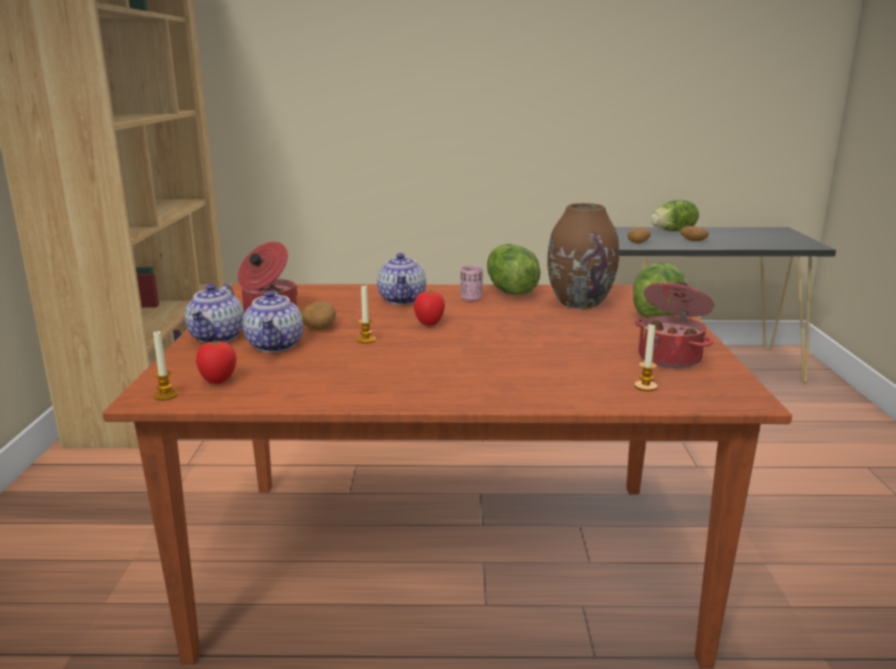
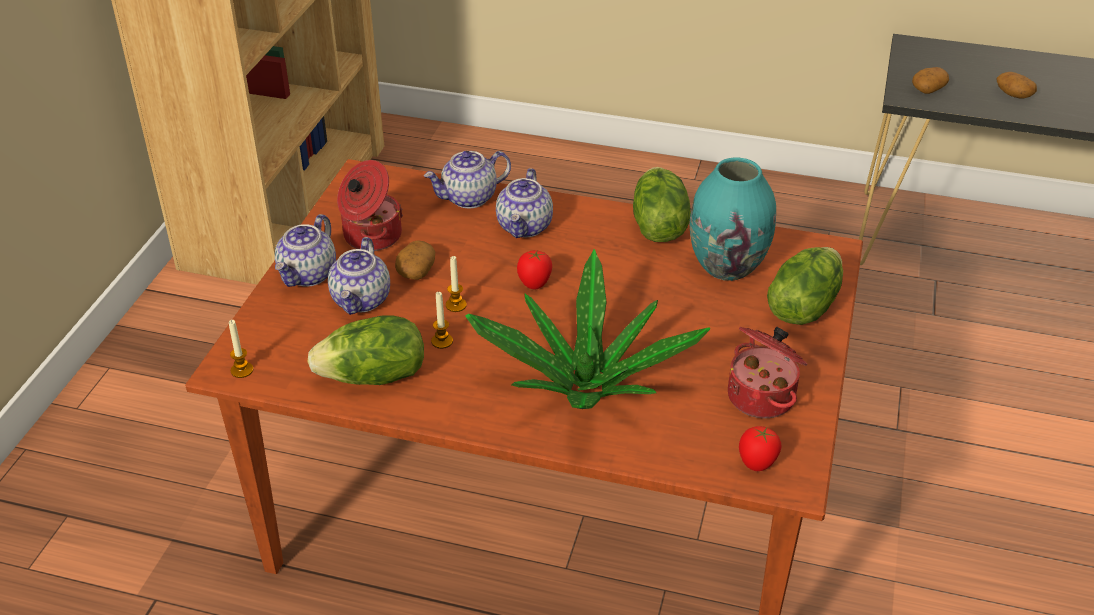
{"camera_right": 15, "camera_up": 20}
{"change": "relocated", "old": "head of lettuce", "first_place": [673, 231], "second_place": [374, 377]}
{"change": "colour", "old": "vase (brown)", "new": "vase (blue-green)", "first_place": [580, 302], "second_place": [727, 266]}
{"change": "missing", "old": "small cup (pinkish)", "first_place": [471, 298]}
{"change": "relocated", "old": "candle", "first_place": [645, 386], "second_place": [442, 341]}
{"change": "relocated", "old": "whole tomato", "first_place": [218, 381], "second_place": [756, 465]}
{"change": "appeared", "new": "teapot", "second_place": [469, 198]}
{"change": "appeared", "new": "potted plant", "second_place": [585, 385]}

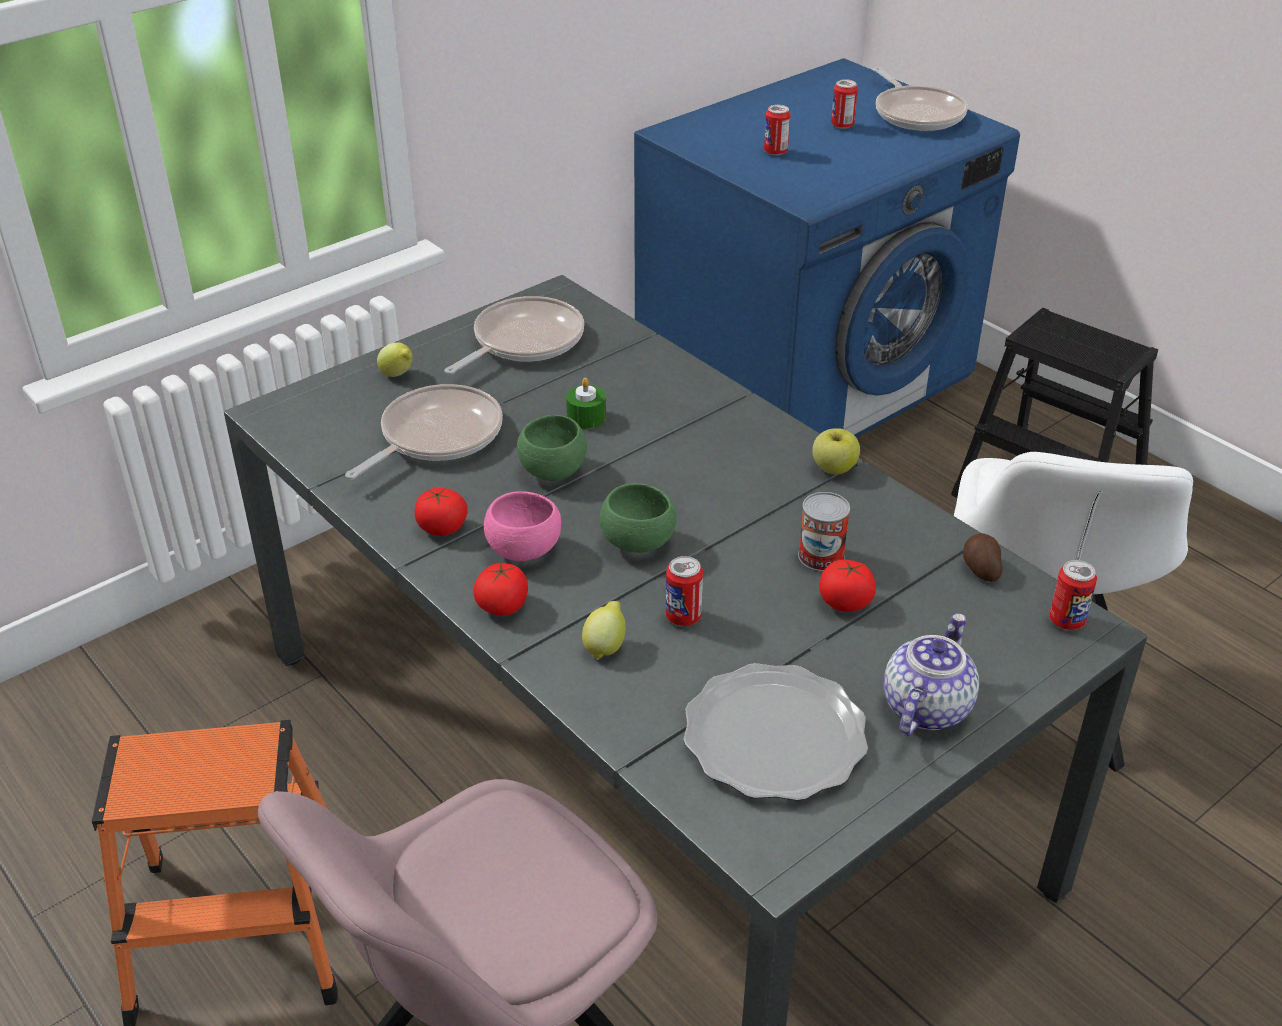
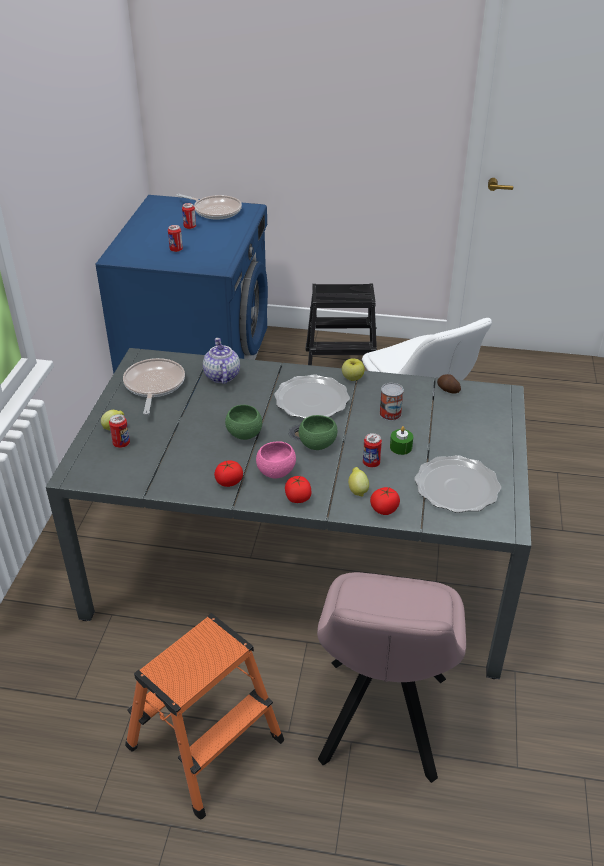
{"camera_right": -40, "camera_up": 0}
{"change": "relocated", "old": "candle (green)", "first_place": [586, 417], "second_place": [401, 447]}
{"change": "missing", "old": "pan", "first_place": [436, 436]}
{"change": "relocated", "old": "whole tomato", "first_place": [845, 602], "second_place": [384, 509]}
{"change": "relocated", "old": "can", "first_place": [1066, 621], "second_place": [121, 444]}
{"change": "relocated", "old": "teapot", "first_place": [925, 706], "second_place": [221, 376]}
{"change": "appeared", "new": "flat dish", "second_place": [312, 400]}

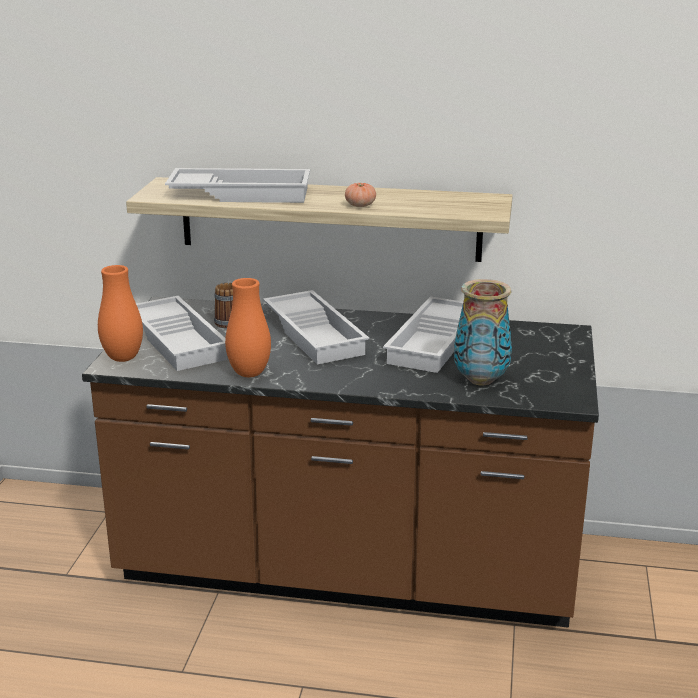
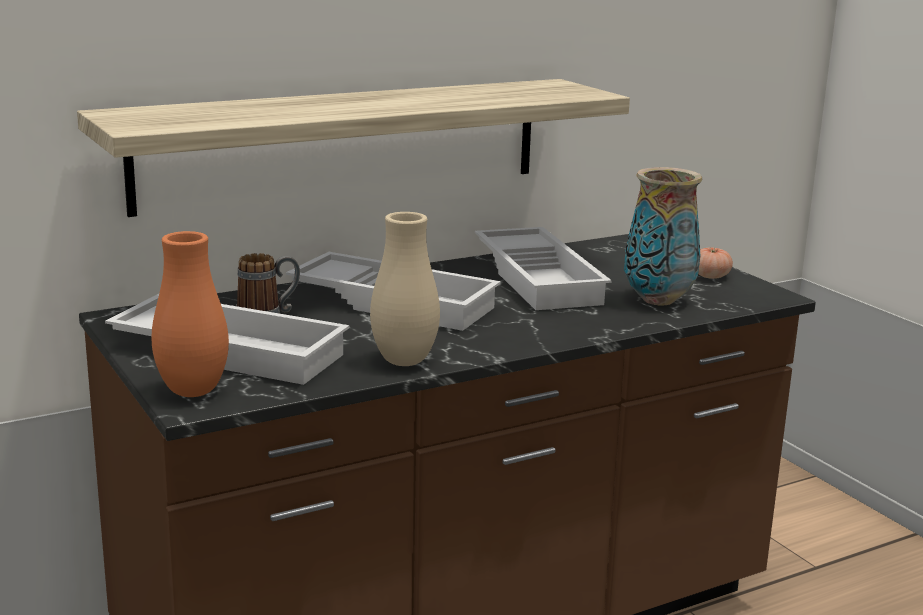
{"camera_right": -40, "camera_up": -5}
{"change": "missing", "old": "carrying tray (whitish)", "first_place": [241, 194]}
{"change": "relocated", "old": "whole tomato", "first_place": [360, 205], "second_place": [710, 276]}
{"change": "colour", "old": "vase (orange-coloured)", "new": "vase (beige)", "first_place": [249, 373], "second_place": [404, 361]}

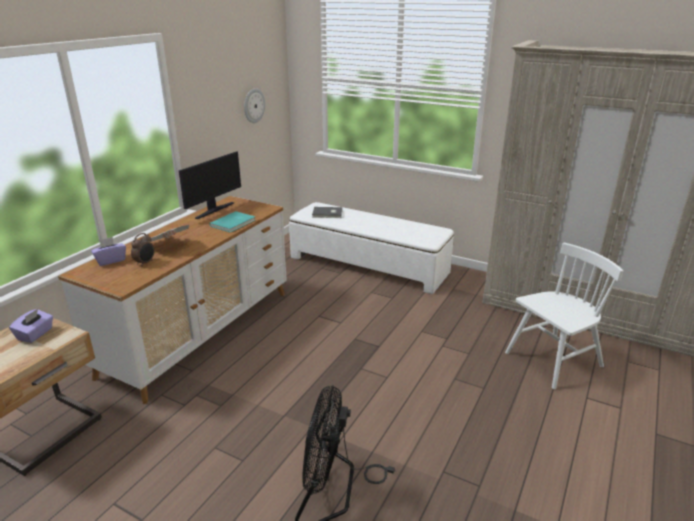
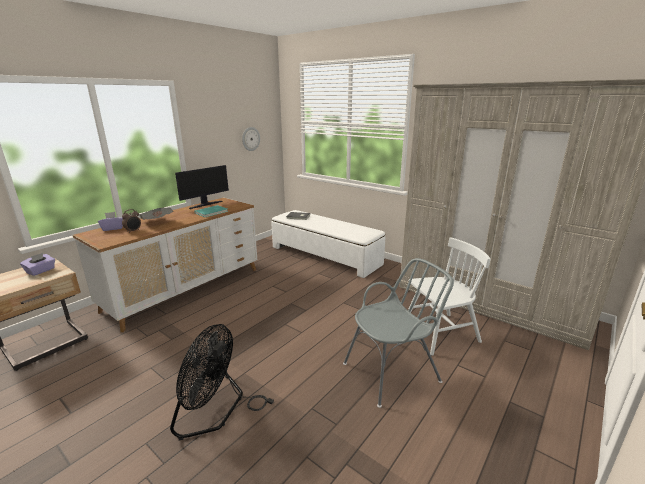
{"camera_right": 10, "camera_up": -5}
{"change": "appeared", "new": "plain chair (greyish)", "second_place": [394, 370]}

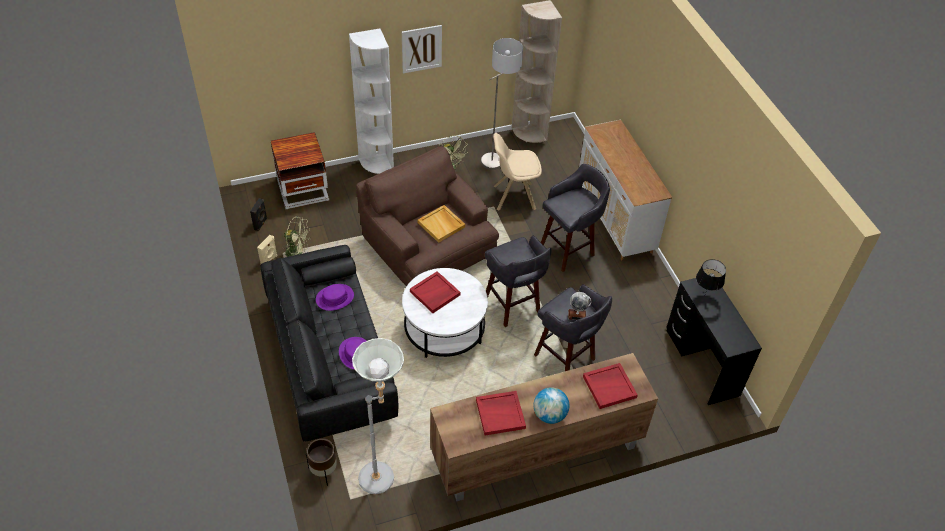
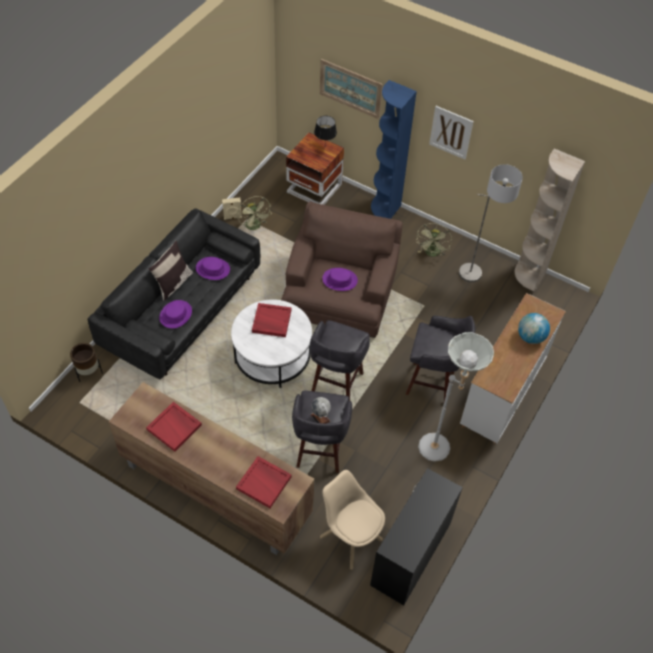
{"camera_right": 50, "camera_up": 5}
{"change": "colour", "old": "bookshelf (whitish)", "new": "bookshelf (blue-coloured)", "first_place": [377, 167], "second_place": [383, 211]}
{"change": "relocated", "old": "plain chair (beige)", "first_place": [514, 197], "second_place": [350, 538]}
{"change": "missing", "old": "audio speaker (black-coloured)", "first_place": [261, 224]}
{"change": "exchanged", "old": "carrying tray (beige)", "new": "clothing hat (purple)", "first_place": [441, 225], "second_place": [339, 280]}
{"change": "relocated", "old": "tabletop lamp (black-coloured)", "first_place": [704, 295], "second_place": [324, 147]}
{"change": "relocated", "old": "standard lamp (greyish)", "first_place": [383, 475], "second_place": [440, 450]}
{"change": "relocated", "old": "globe", "first_place": [549, 415], "second_place": [530, 337]}
{"change": "appeared", "new": "wall art", "second_place": [350, 88]}
{"change": "appeared", "new": "pillow", "second_place": [173, 284]}

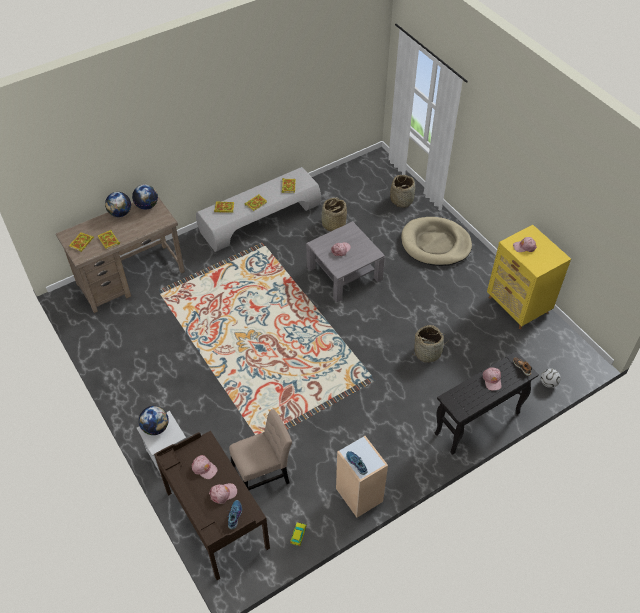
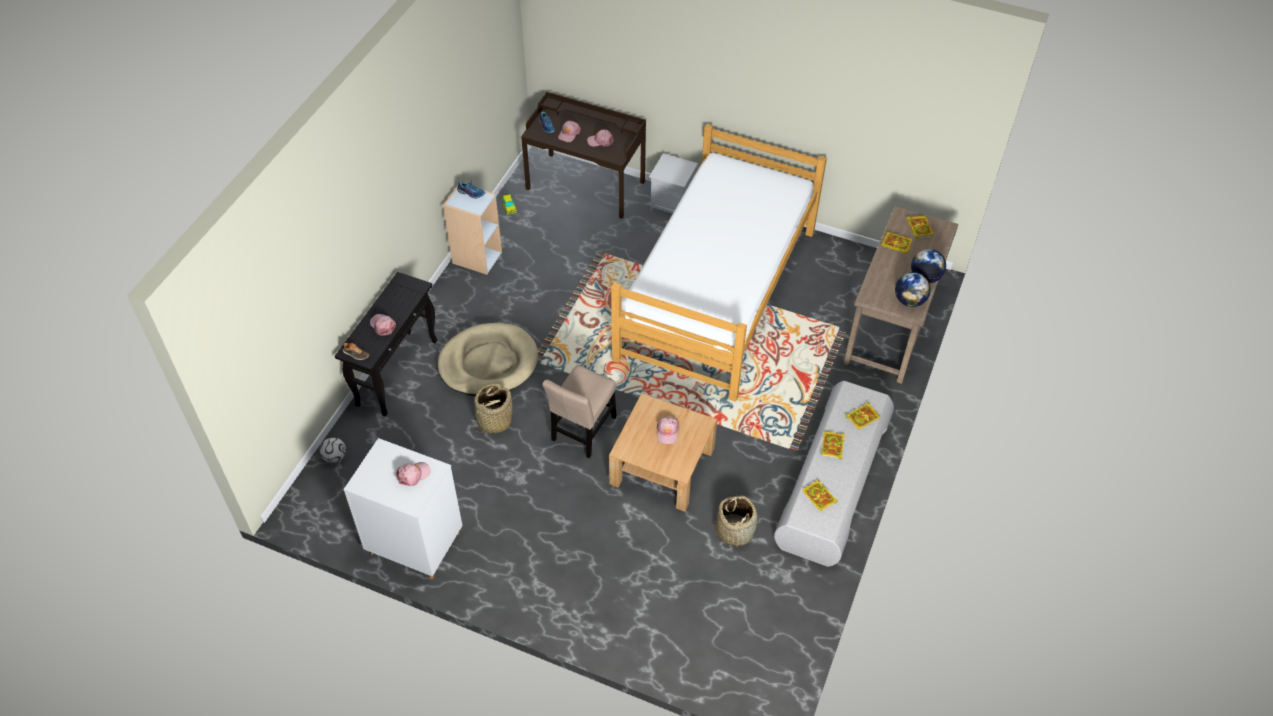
{"camera_right": 145, "camera_up": 0}
{"change": "missing", "old": "basket", "first_place": [402, 200]}
{"change": "relocated", "old": "dog bed (beige)", "first_place": [435, 244], "second_place": [488, 363]}
{"change": "colour", "old": "coffee table (greyish)", "new": "coffee table (brown)", "first_place": [344, 273], "second_place": [662, 466]}
{"change": "colour", "old": "dresser (yellowish)", "new": "dresser (whitish)", "first_place": [518, 305], "second_place": [414, 542]}
{"change": "missing", "old": "globe", "first_place": [156, 428]}
{"change": "relocated", "old": "plain chair (beige)", "first_place": [263, 476], "second_place": [582, 431]}
{"change": "appeared", "new": "bed", "second_place": [718, 293]}

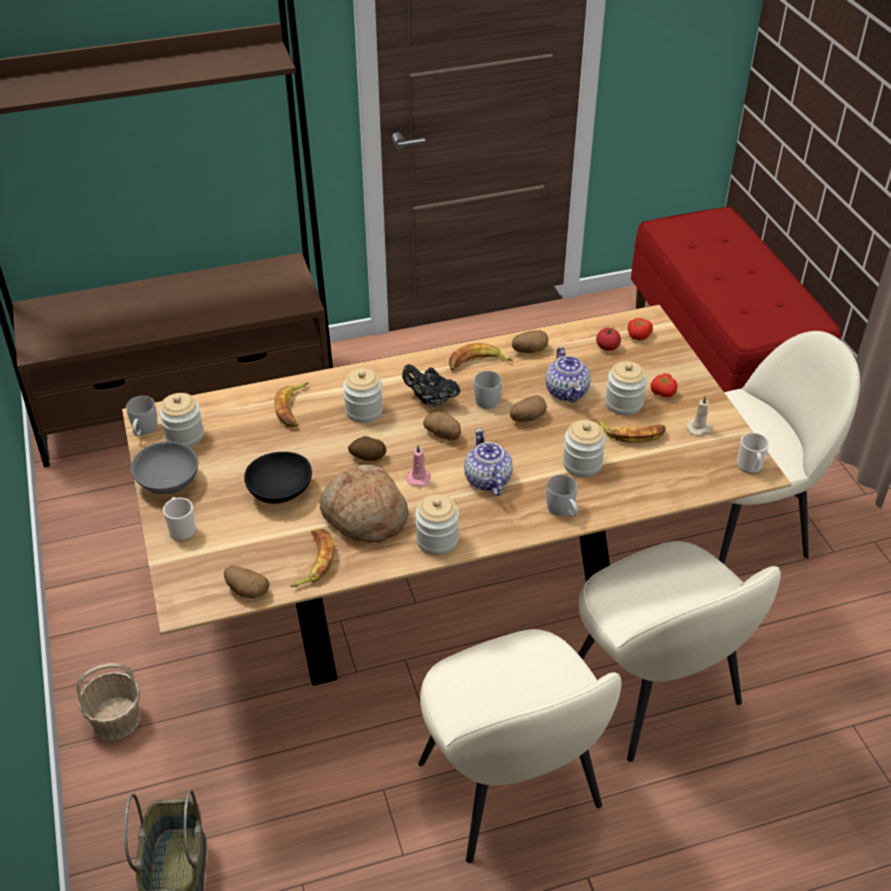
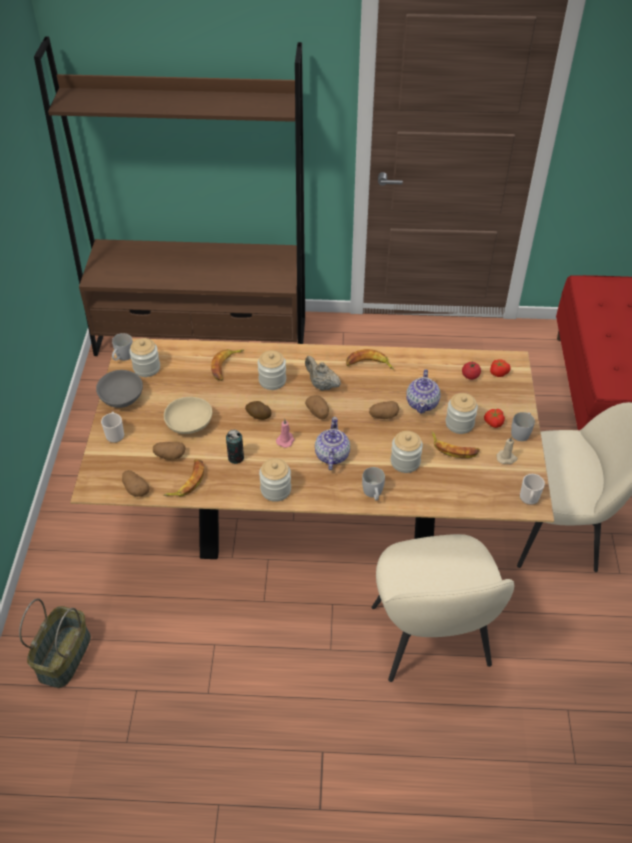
{"camera_right": 20, "camera_up": 5}
{"change": "relocated", "old": "potato", "first_place": [529, 350], "second_place": [170, 456]}
{"change": "colour", "old": "teapot (black-coloured)", "new": "teapot (beige)", "first_place": [430, 400], "second_place": [321, 385]}
{"change": "relocated", "old": "tea mug (whitish)", "first_place": [488, 398], "second_place": [521, 432]}
{"change": "colour", "old": "deep dish (black-coloured)", "new": "deep dish (beige)", "first_place": [279, 490], "second_place": [189, 424]}
{"change": "exchanged", "old": "baked bread", "new": "can", "first_place": [364, 515], "second_place": [236, 458]}
{"change": "missing", "old": "plain chair (beige)", "first_place": [511, 789]}
{"change": "missing", "old": "basket", "first_place": [116, 719]}

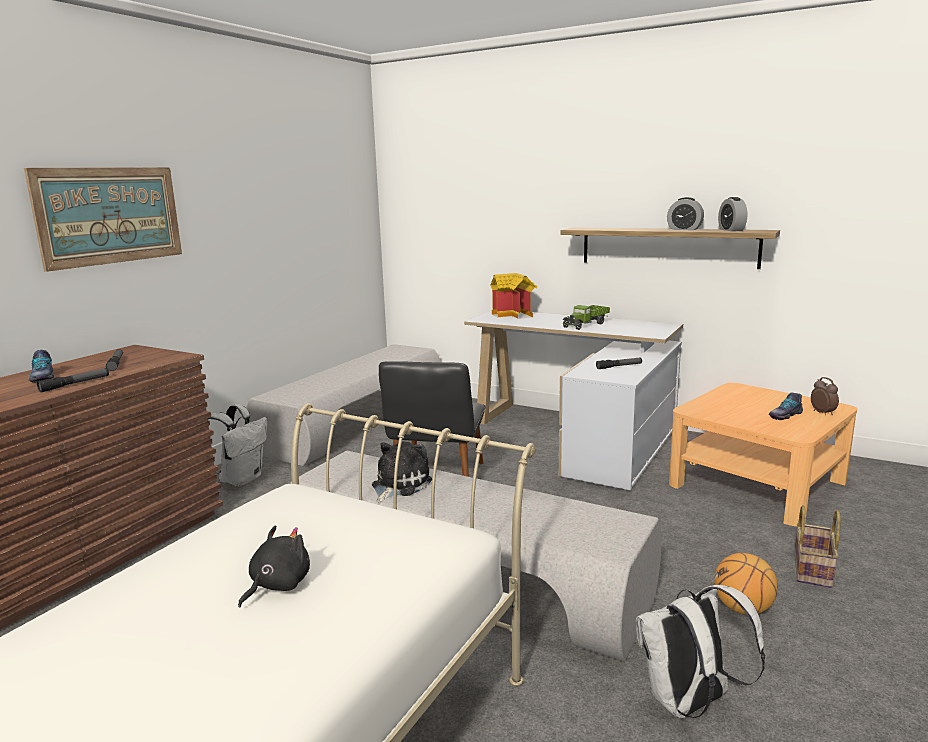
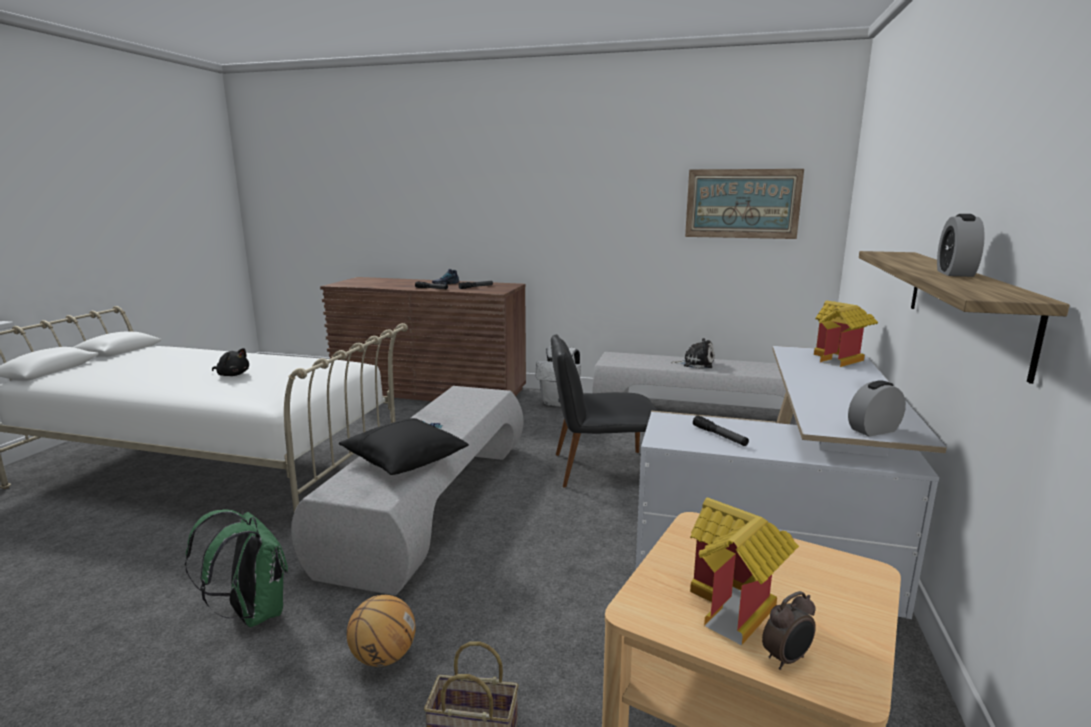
{"camera_right": 75, "camera_up": 0}
{"change": "relocated", "old": "wall art", "first_place": [110, 215], "second_place": [742, 203]}
{"change": "relocated", "old": "bedside clock", "first_place": [731, 230], "second_place": [873, 430]}
{"change": "missing", "old": "toy lorry", "first_place": [586, 325]}
{"change": "exchanged", "old": "shoe", "new": "toy house", "first_place": [784, 415], "second_place": [737, 609]}
{"change": "relocated", "old": "cuddly toy", "first_place": [399, 485], "second_place": [696, 364]}
{"change": "colour", "old": "knapsack (whitish)", "new": "knapsack (green)", "first_place": [689, 704], "second_place": [252, 614]}
{"change": "appeared", "new": "pillow (black-coloured)", "second_place": [405, 461]}

